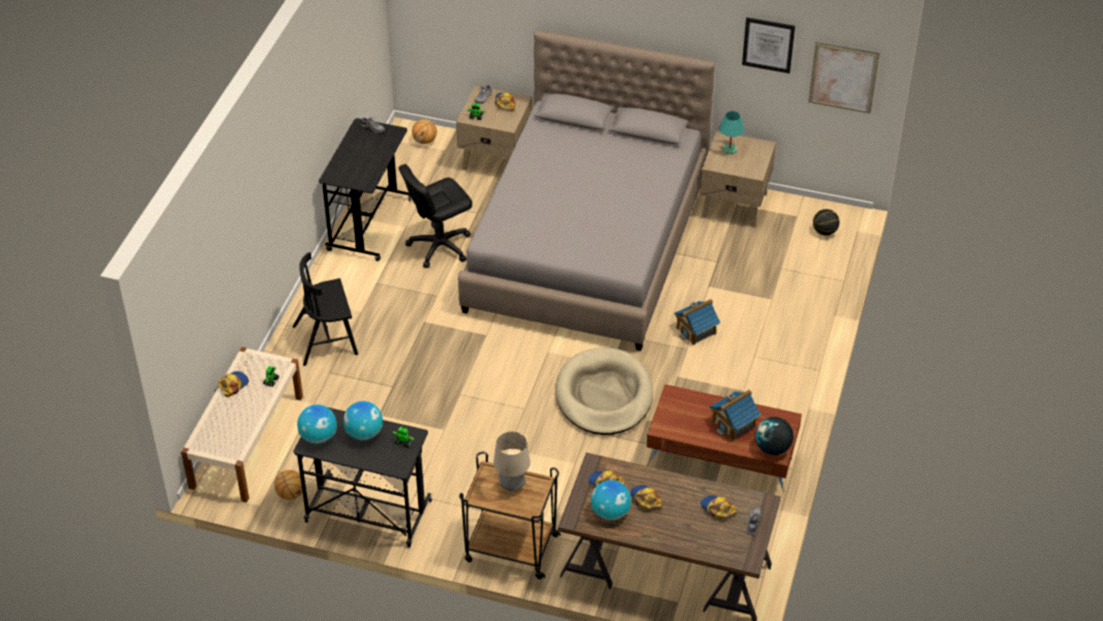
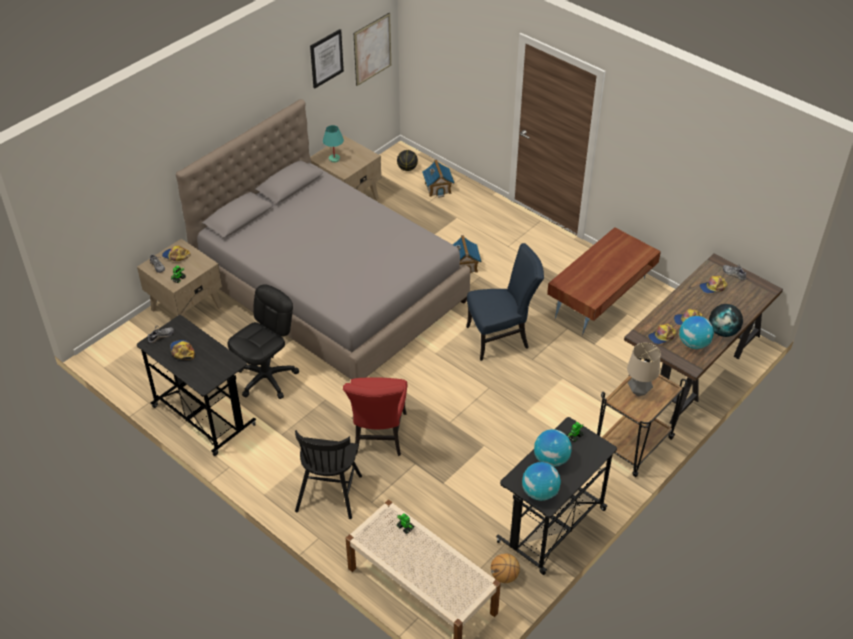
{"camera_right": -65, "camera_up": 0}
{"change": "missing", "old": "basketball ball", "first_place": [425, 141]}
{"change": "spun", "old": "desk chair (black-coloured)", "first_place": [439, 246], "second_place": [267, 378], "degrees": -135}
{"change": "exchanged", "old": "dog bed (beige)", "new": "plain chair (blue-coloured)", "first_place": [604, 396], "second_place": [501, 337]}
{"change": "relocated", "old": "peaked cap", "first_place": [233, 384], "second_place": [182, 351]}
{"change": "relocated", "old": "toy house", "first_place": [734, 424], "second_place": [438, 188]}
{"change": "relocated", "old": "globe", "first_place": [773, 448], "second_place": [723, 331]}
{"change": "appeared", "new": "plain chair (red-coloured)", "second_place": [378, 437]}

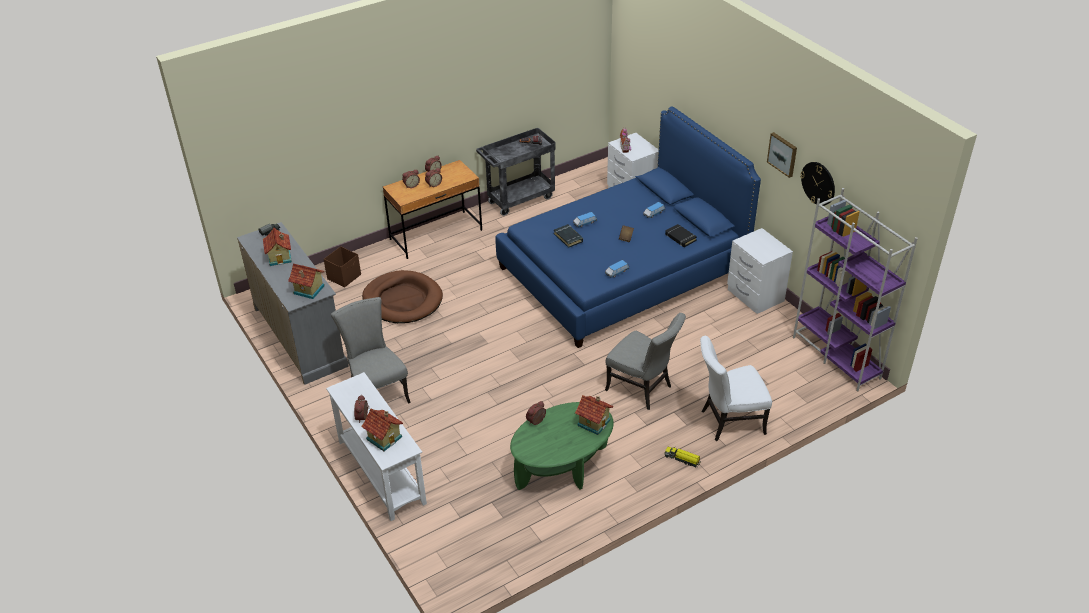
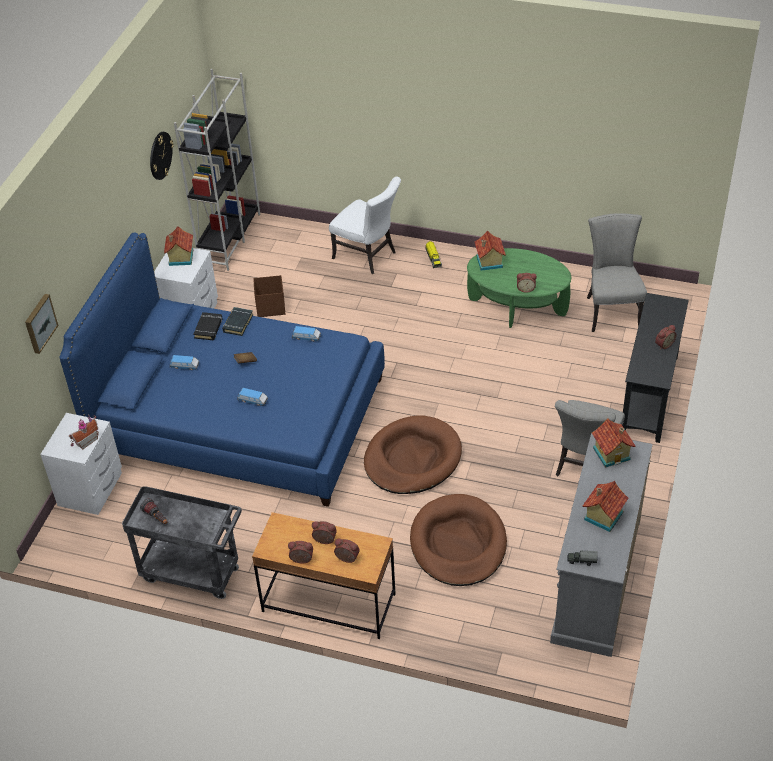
{"camera_right": -130, "camera_up": 5}
{"change": "relocated", "old": "wall art", "first_place": [783, 154], "second_place": [39, 323]}
{"change": "colour", "old": "bookshelf (purple)", "new": "bookshelf (black-coloured)", "first_place": [836, 358], "second_place": [230, 239]}
{"change": "relocated", "old": "volume (black-coloured)", "first_place": [568, 237], "second_place": [238, 323]}
{"change": "relocated", "old": "storage box (brown)", "first_place": [344, 277], "second_place": [270, 307]}
{"change": "relocated", "old": "plain chair (greyish)", "first_place": [642, 389], "second_place": [611, 310]}
{"change": "colour", "old": "narrow table (whitish)", "new": "narrow table (black-coloured)", "first_place": [381, 472], "second_place": [649, 396]}
{"change": "relocated", "old": "toy house", "first_place": [384, 437], "second_place": [180, 258]}
{"change": "appeared", "new": "dog bed (brown)", "second_place": [412, 459]}

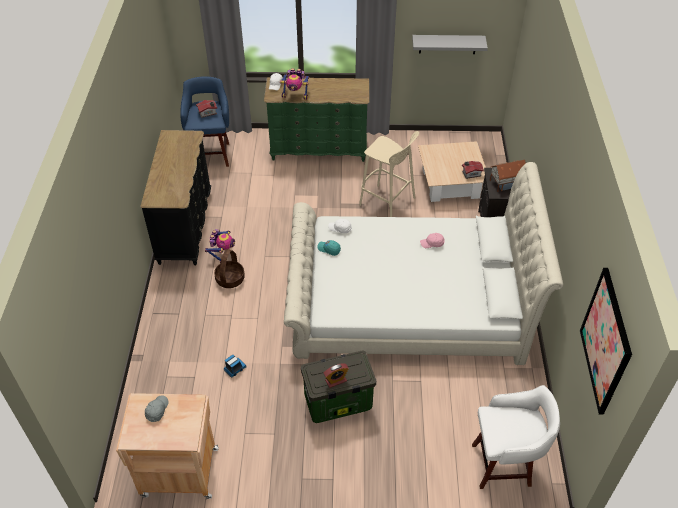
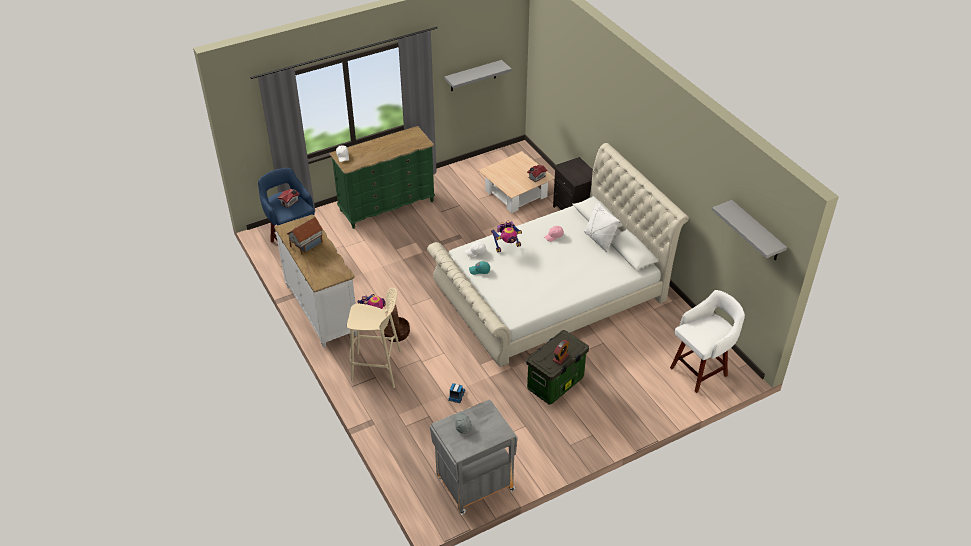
{"camera_right": -30, "camera_up": -5}
{"change": "relocated", "old": "toy robot", "first_place": [295, 95], "second_place": [507, 246]}
{"change": "colour", "old": "dresser (black-coloured)", "new": "dresser (whitish)", "first_place": [185, 227], "second_place": [322, 310]}
{"change": "relocated", "old": "stool (beige)", "first_place": [387, 204], "second_place": [378, 368]}
{"change": "relocated", "old": "toy house", "first_place": [505, 183], "second_place": [306, 244]}
{"change": "exchanged", "old": "wall art", "new": "wall shelf (greyish)", "first_place": [605, 341], "second_place": [756, 232]}
{"change": "colour", "old": "trolley (brown)", "new": "trolley (greyish)", "first_place": [178, 472], "second_place": [474, 485]}
{"change": "appeared", "new": "pillow (whitish)", "second_place": [599, 240]}

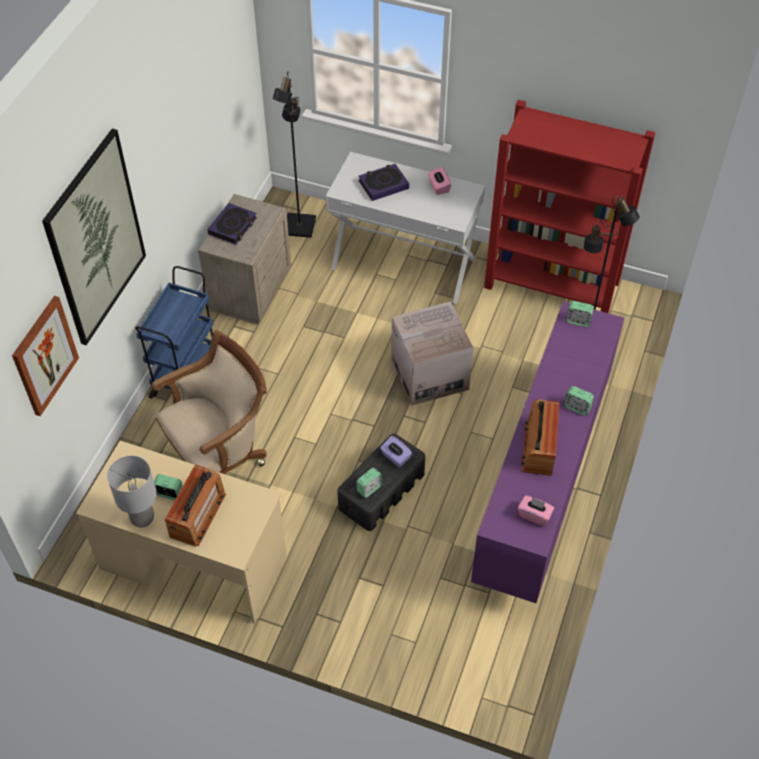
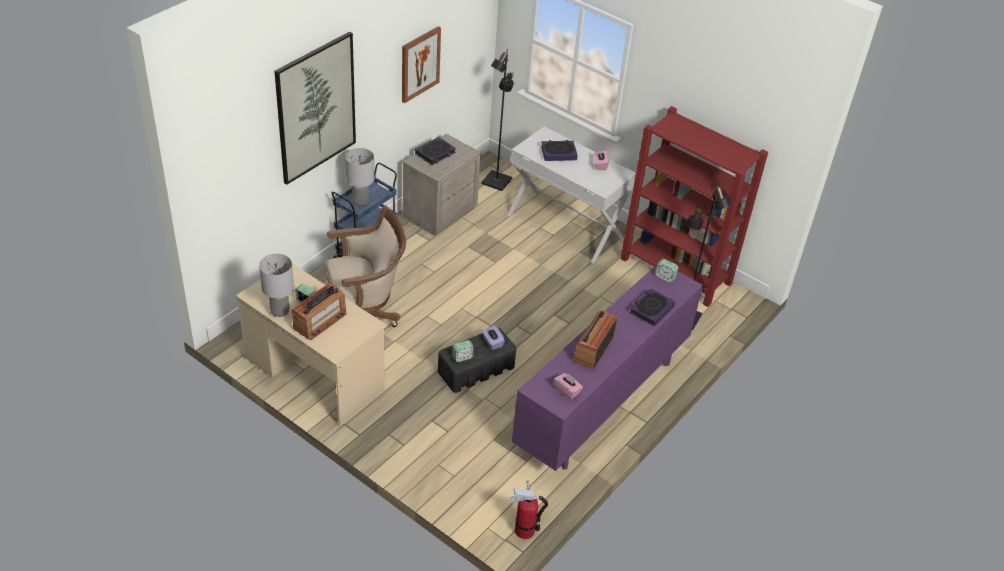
{"camera_right": 15, "camera_up": -10}
{"change": "relocated", "old": "wall art", "first_place": [44, 356], "second_place": [420, 64]}
{"change": "missing", "old": "carton", "first_place": [429, 374]}
{"change": "missing", "old": "bedside clock", "first_place": [577, 407]}
{"change": "appeared", "new": "tabletop lamp (greyish)", "second_place": [360, 202]}
{"change": "appeared", "new": "volume", "second_place": [651, 309]}
{"change": "appeared", "new": "fire-fighting cylinder", "second_place": [525, 530]}

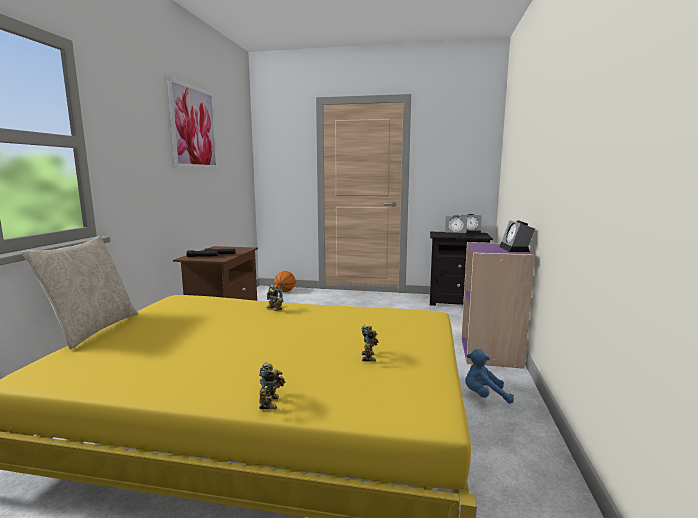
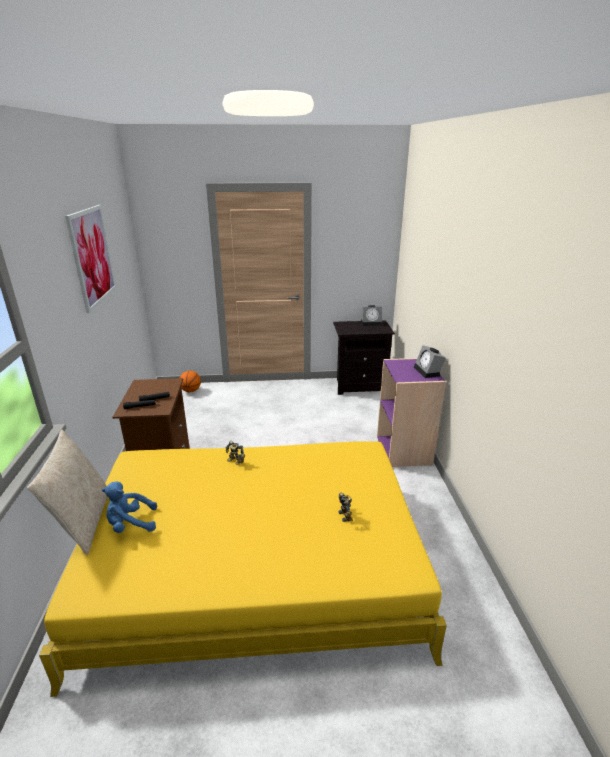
{"camera_right": -15, "camera_up": 15}
{"change": "missing", "old": "bedside clock", "first_place": [456, 235]}
{"change": "relocated", "old": "cuddly toy (blue-coloured)", "first_place": [484, 396], "second_place": [131, 524]}
{"change": "missing", "old": "toy robot", "first_place": [272, 402]}

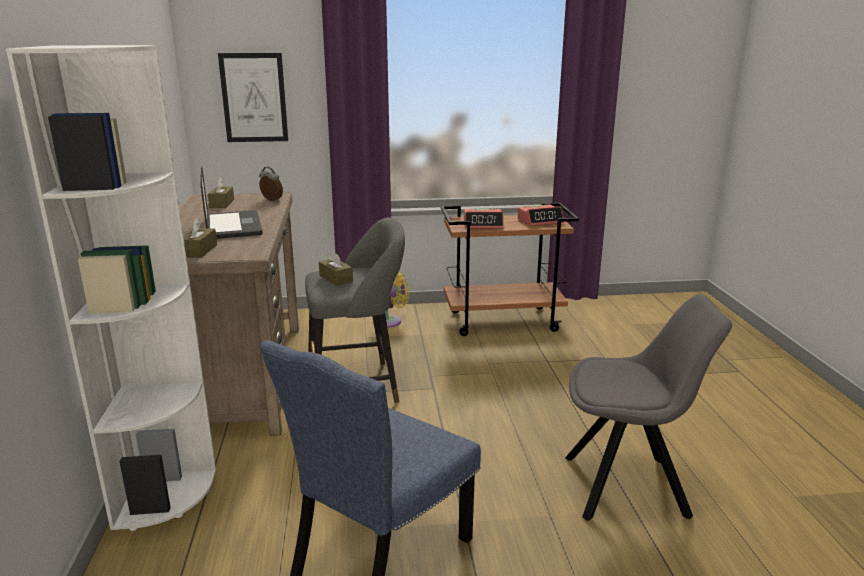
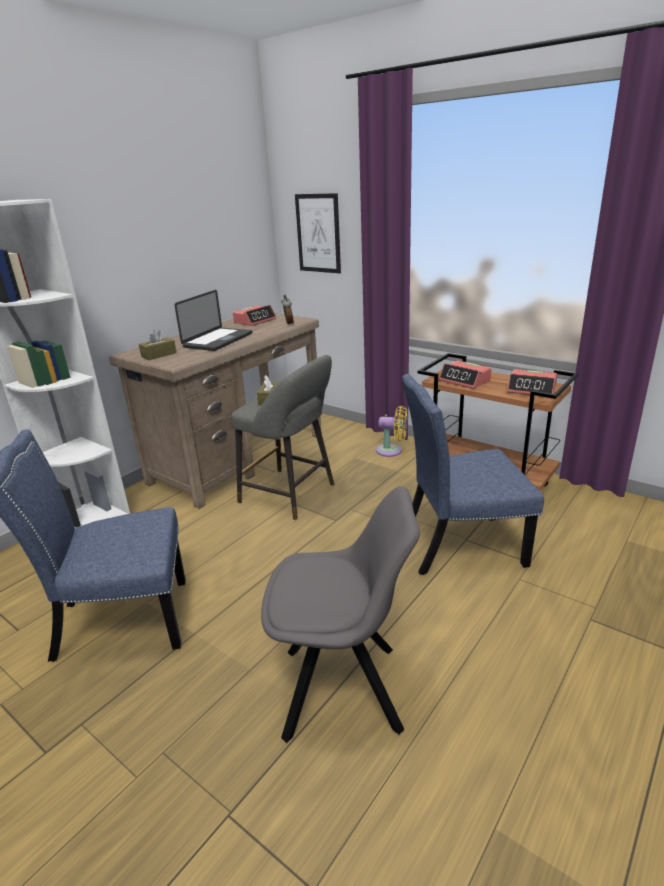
{"camera_right": 45, "camera_up": 5}
{"change": "exchanged", "old": "tissue box (brown)", "new": "bedside clock", "first_place": [222, 204], "second_place": [255, 321]}
{"change": "spun", "old": "plain chair (greyish)", "first_place": [626, 487], "second_place": [342, 690], "degrees": -45}
{"change": "appeared", "new": "plain chair (blue-coloured)", "second_place": [463, 546]}

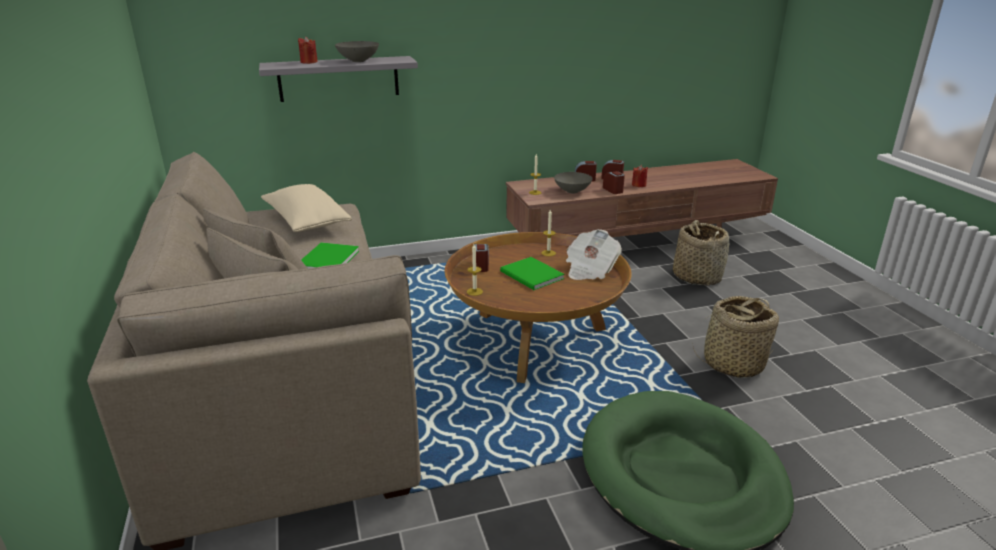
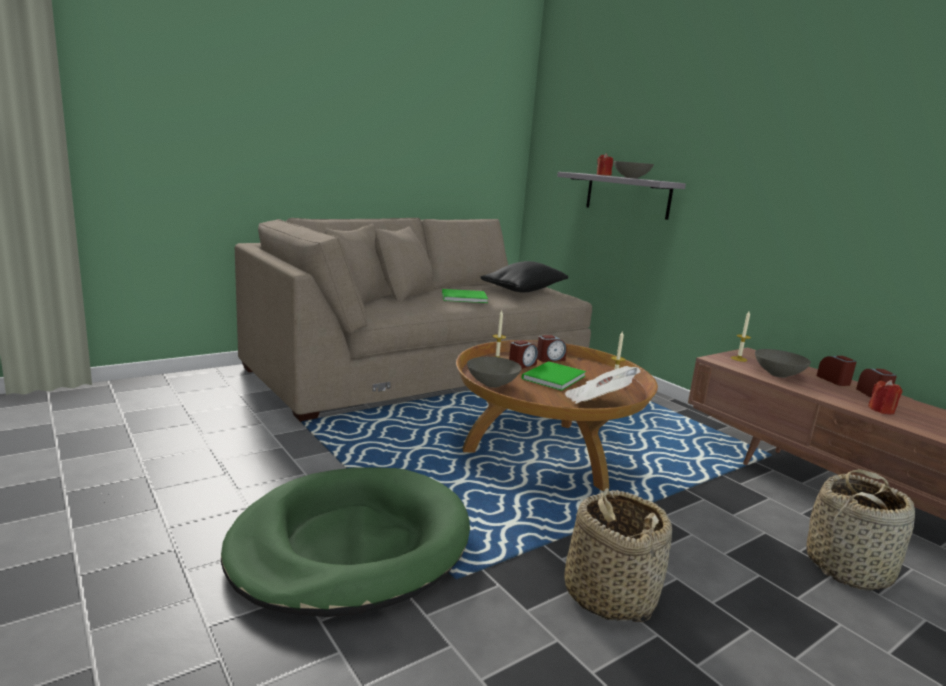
{"camera_right": 70, "camera_up": -10}
{"change": "relocated", "old": "bedside clock", "first_place": [613, 190], "second_place": [522, 365]}
{"change": "colour", "old": "pillow (beige)", "new": "pillow (black-coloured)", "first_place": [306, 222], "second_place": [524, 290]}
{"change": "appeared", "new": "deep dish (greyish)", "second_place": [493, 384]}

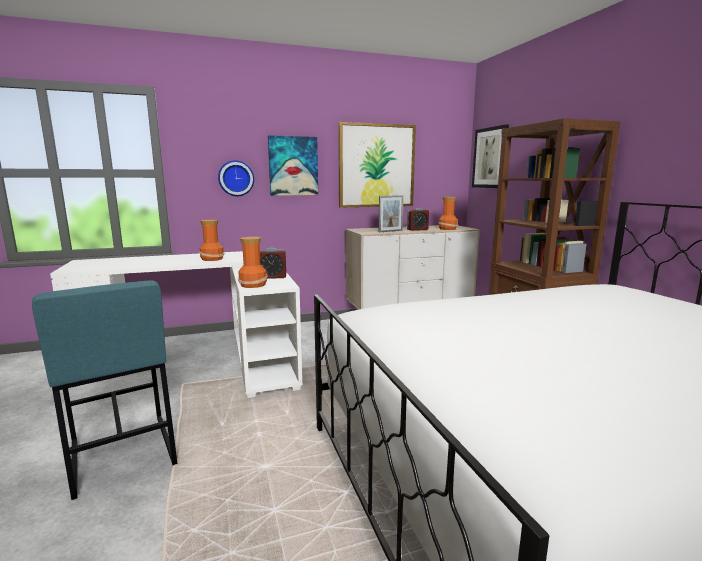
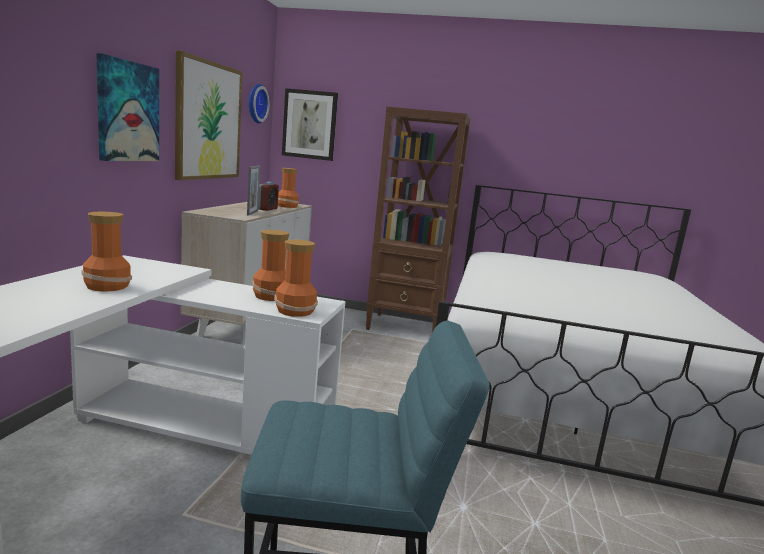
{"camera_right": -60, "camera_up": 0}
{"change": "relocated", "old": "clock on the wall", "first_place": [236, 178], "second_place": [255, 103]}
{"change": "exchanged", "old": "bedside clock", "new": "vase", "first_place": [272, 277], "second_place": [271, 296]}

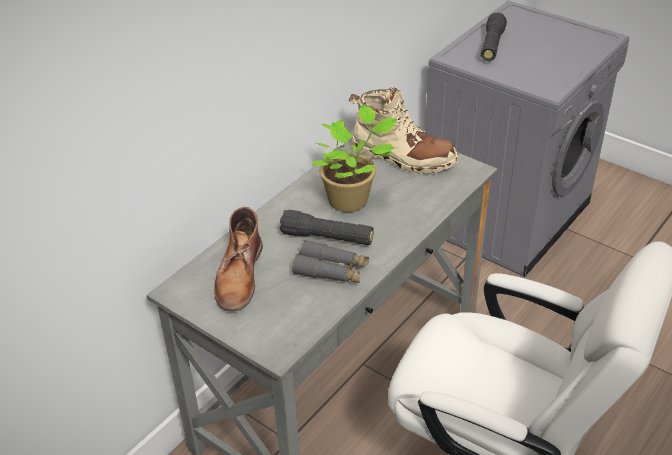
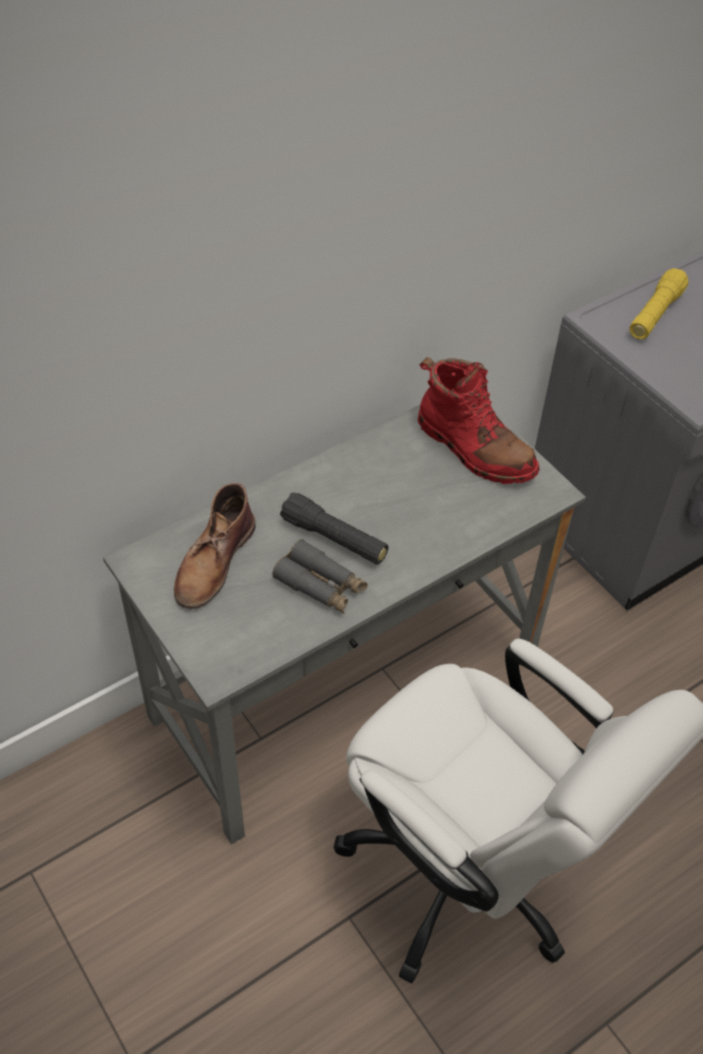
{"camera_right": 15, "camera_up": 10}
{"change": "colour", "old": "hand torch (black-coloured)", "new": "hand torch (yellowish)", "first_place": [492, 46], "second_place": [655, 314]}
{"change": "colour", "old": "tall boot (beige)", "new": "tall boot (red-coloured)", "first_place": [403, 157], "second_place": [474, 449]}
{"change": "missing", "old": "potted plant", "first_place": [351, 200]}

